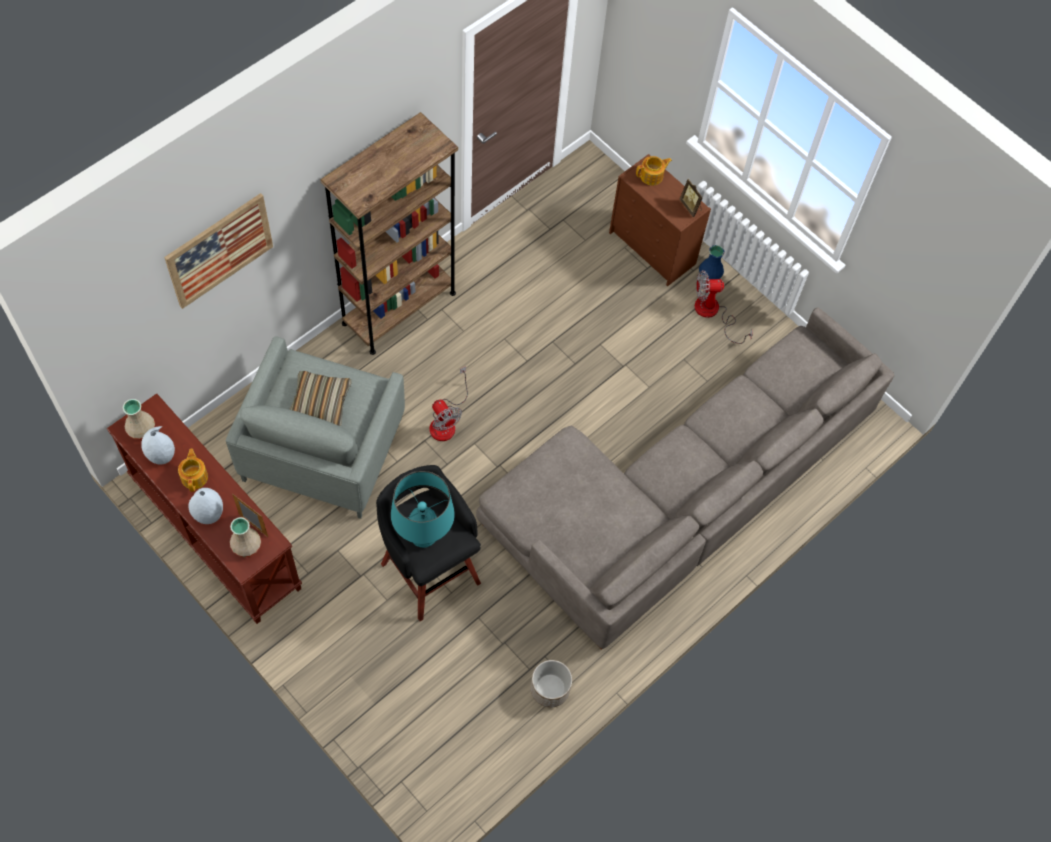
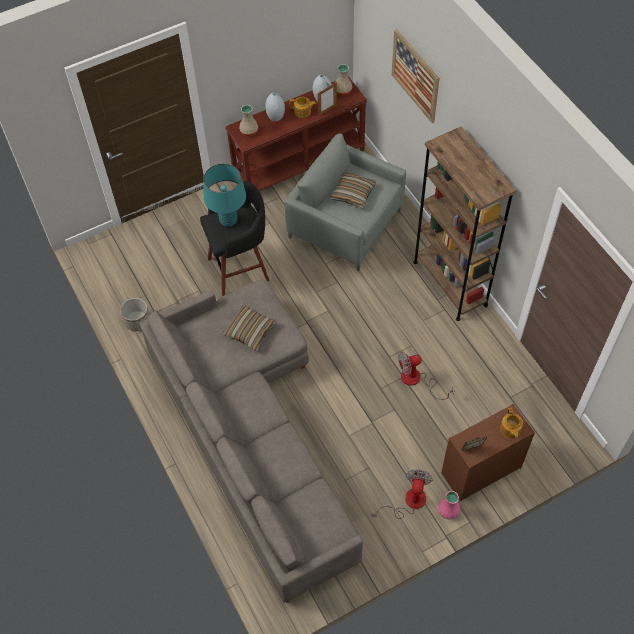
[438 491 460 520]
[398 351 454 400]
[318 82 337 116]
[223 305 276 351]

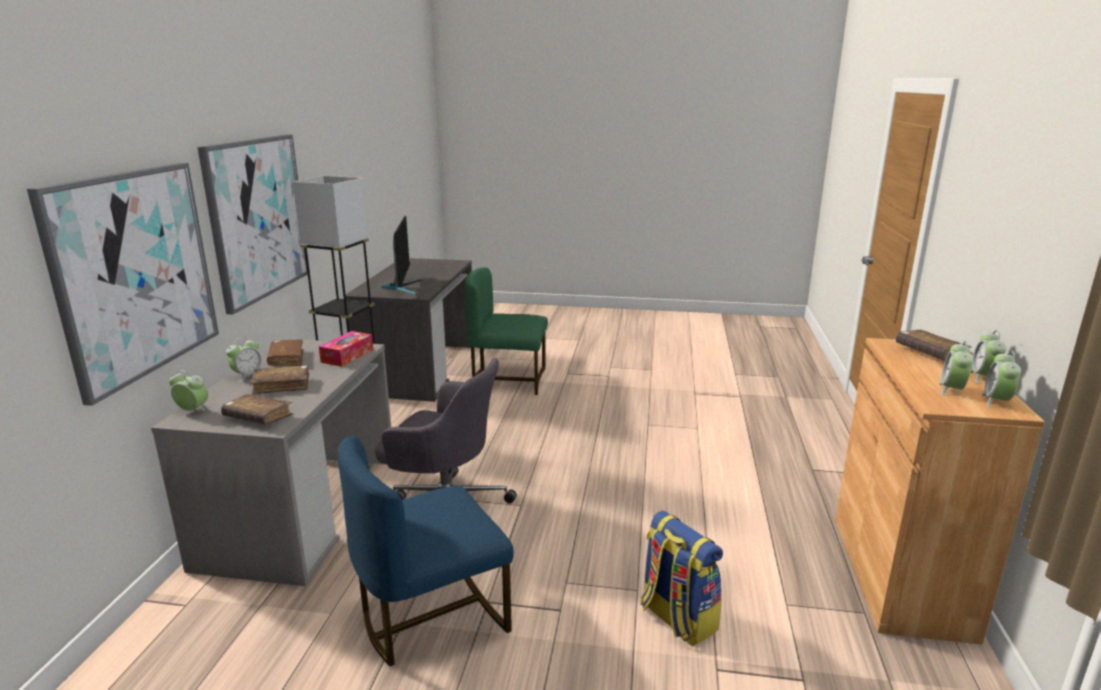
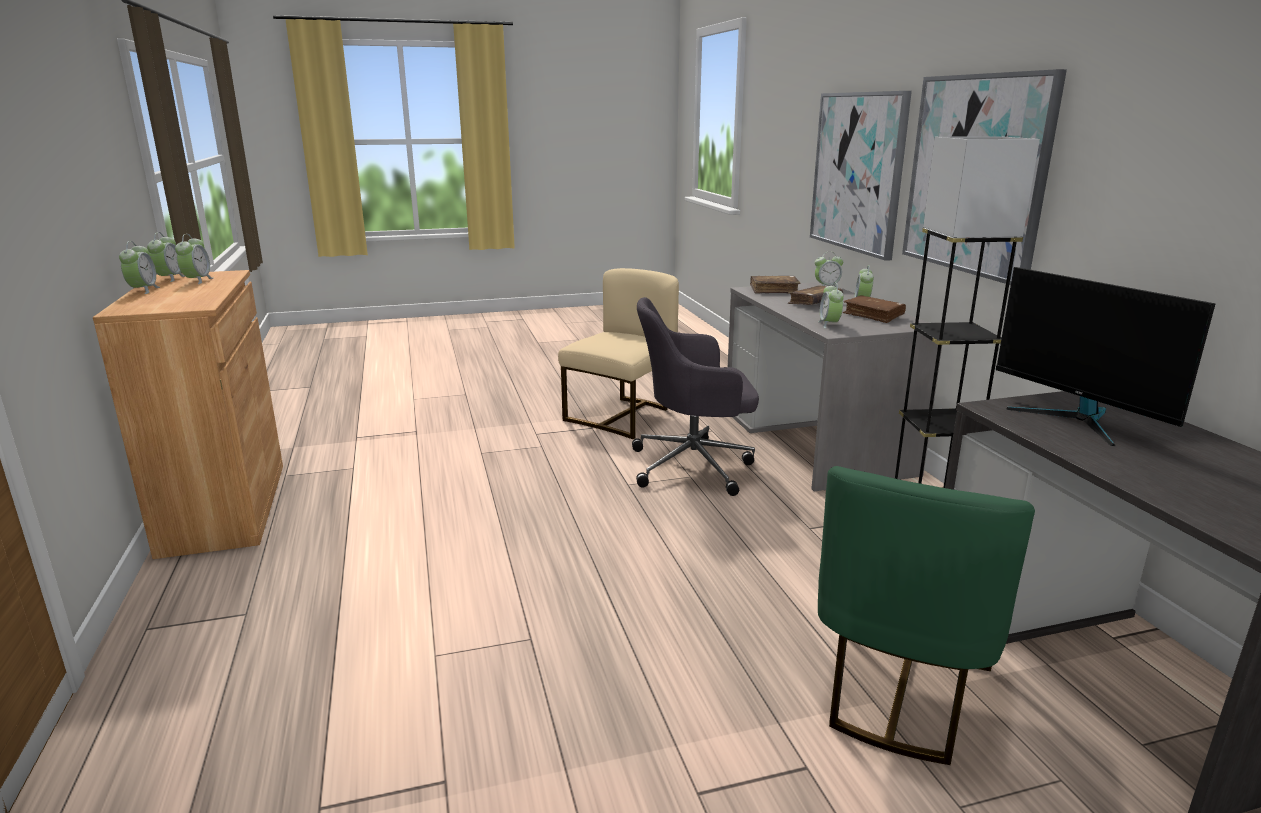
[818 466 1035 765]
[896 330 972 361] (first image)
[818 282 844 329]
[558 268 679 439]
[641 511 723 647] (first image)

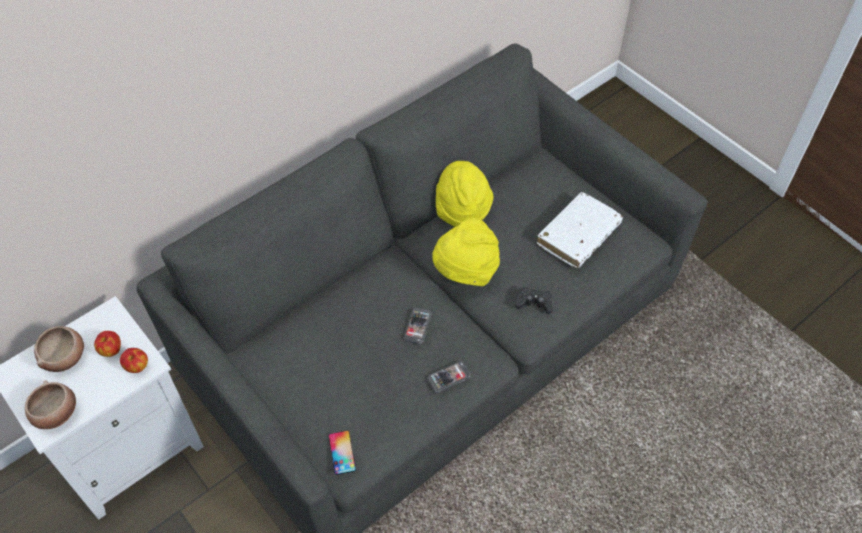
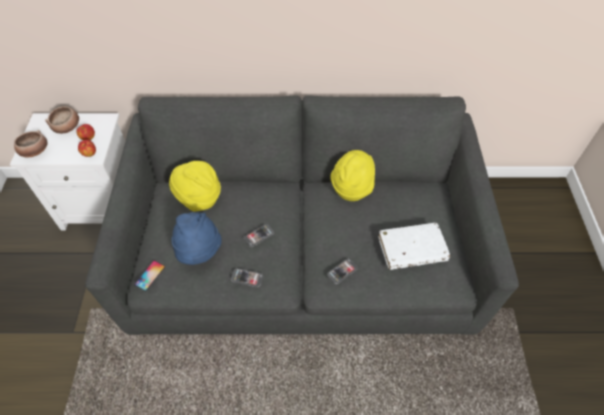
[169 161 221 212]
[327 259 358 285]
[172 212 222 265]

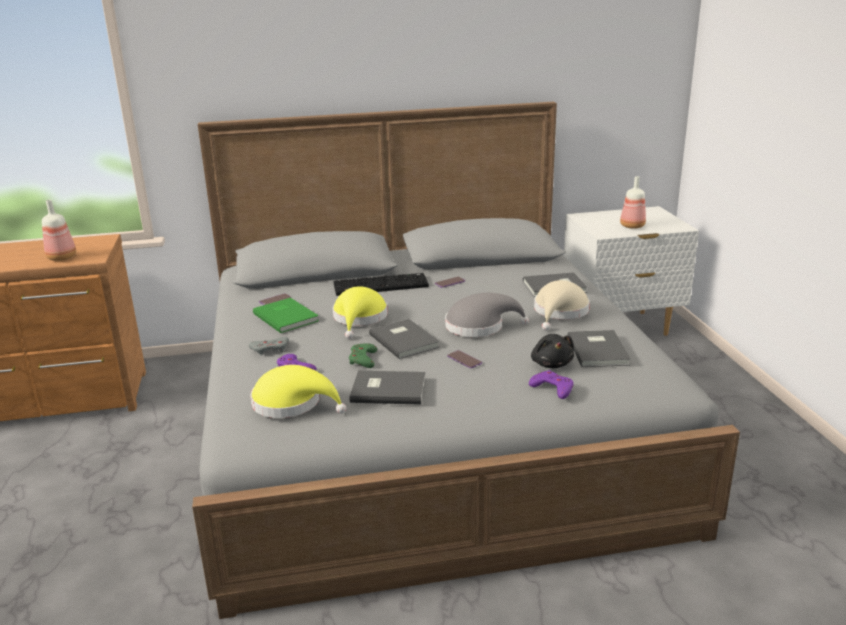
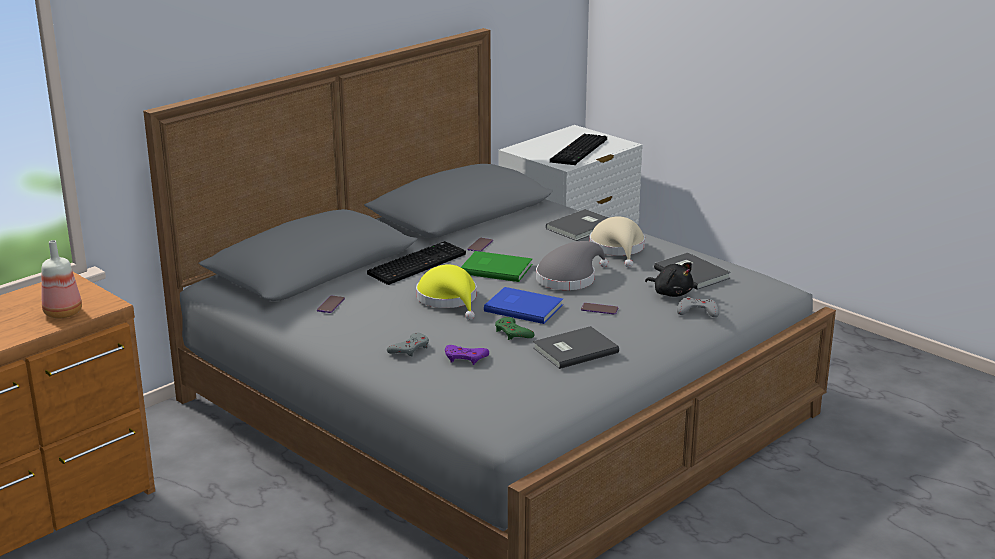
[550 134 607 165]
[461 251 532 282]
[484 287 563 324]
[250 365 346 418] (first image)
[677 297 719 317]

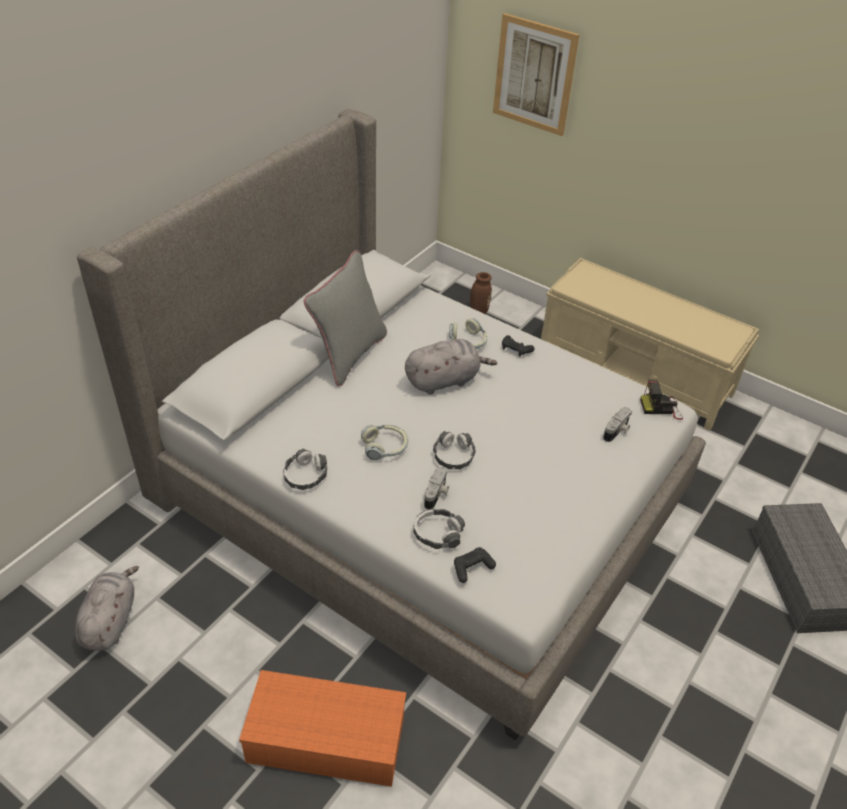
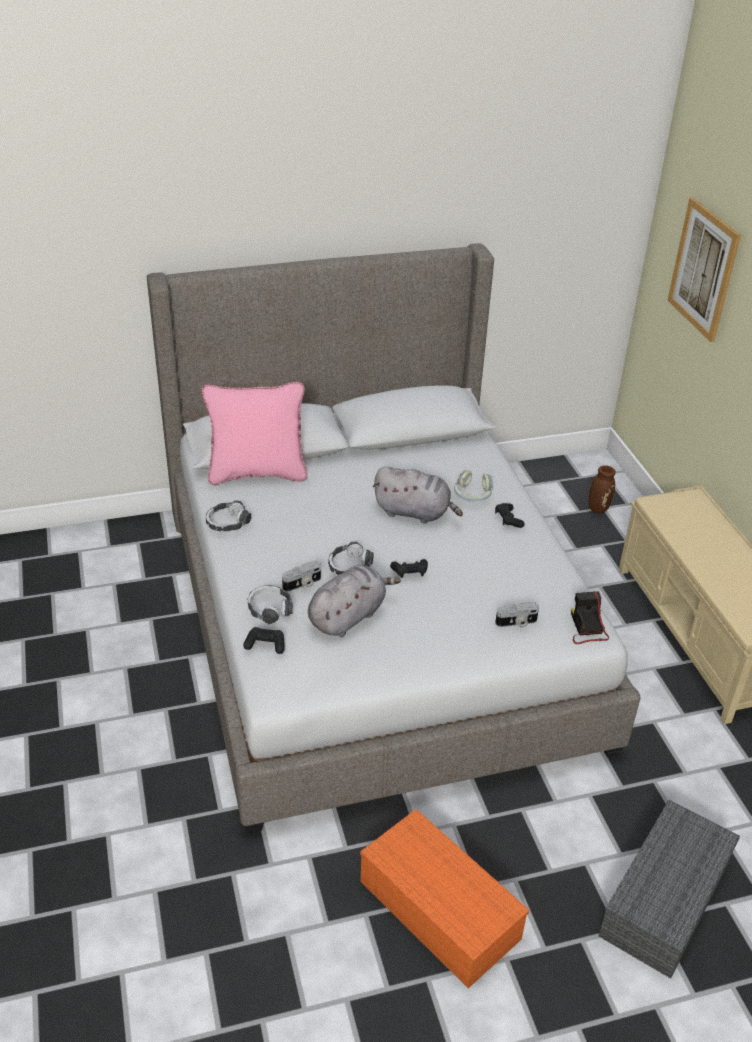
[304 250 387 386] (first image)
[571 591 609 644]
[361 425 408 460] (first image)
[308 565 401 637]
[360 809 529 989]
[202 382 308 485]
[390 559 428 578]

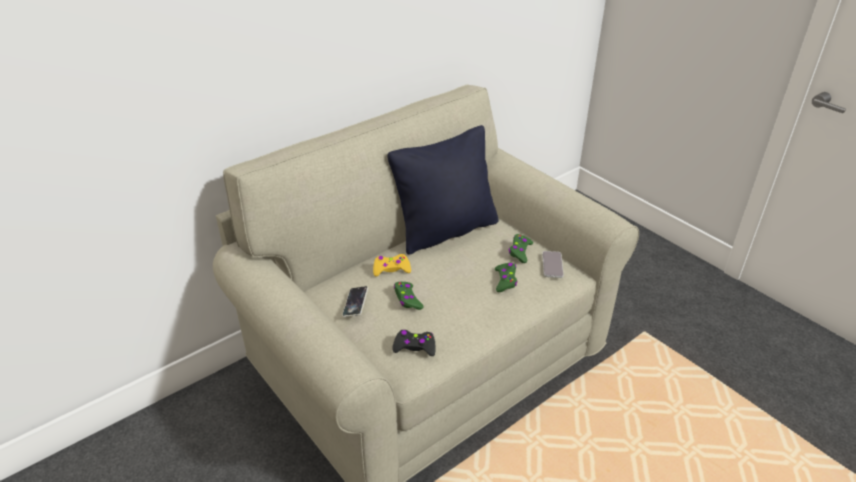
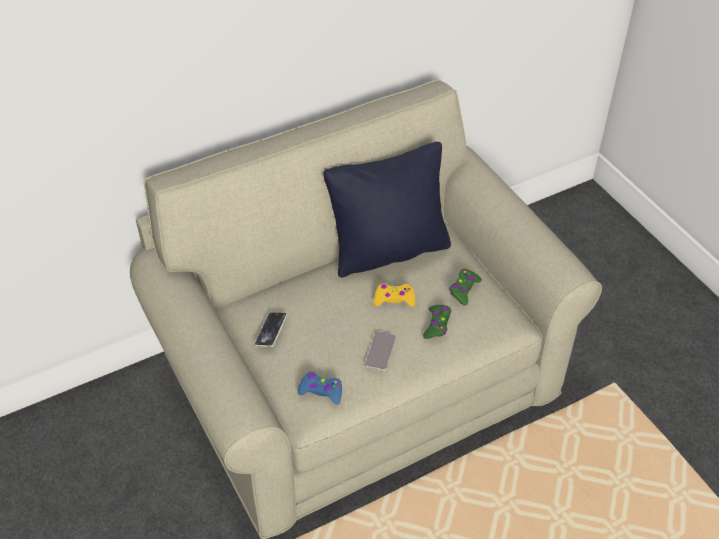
[365 331 396 371]
[374 283 415 307]
[394 282 423 310] (first image)
[297 372 342 405]

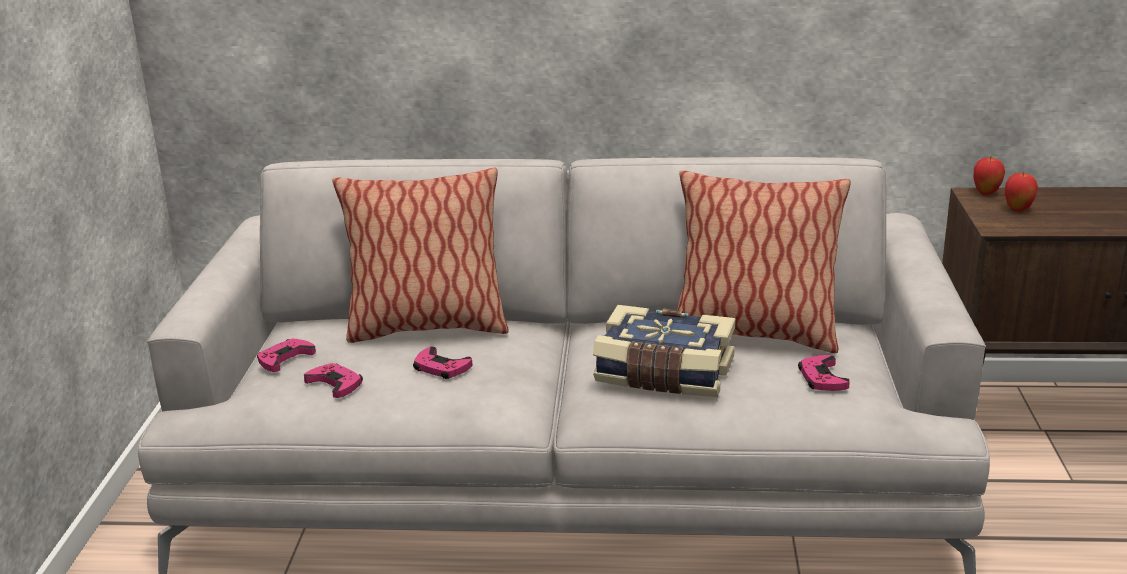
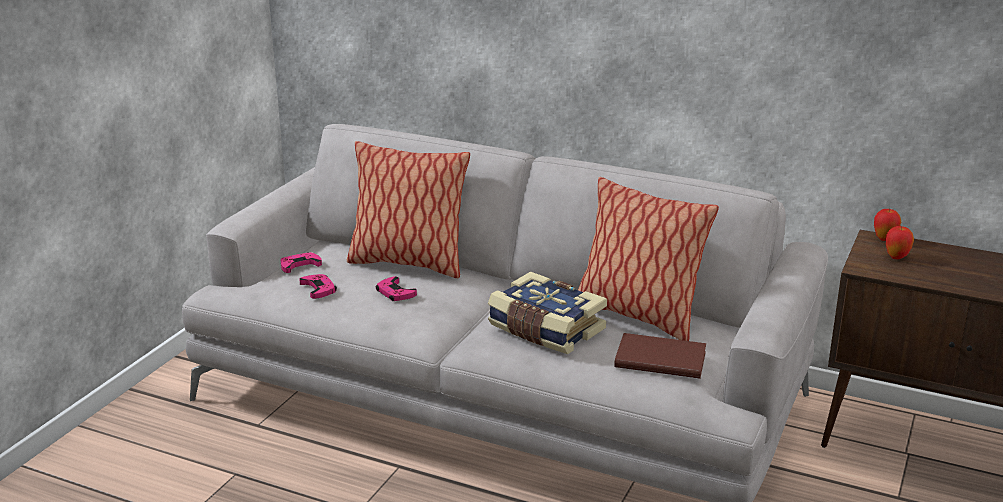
[614 333 706 379]

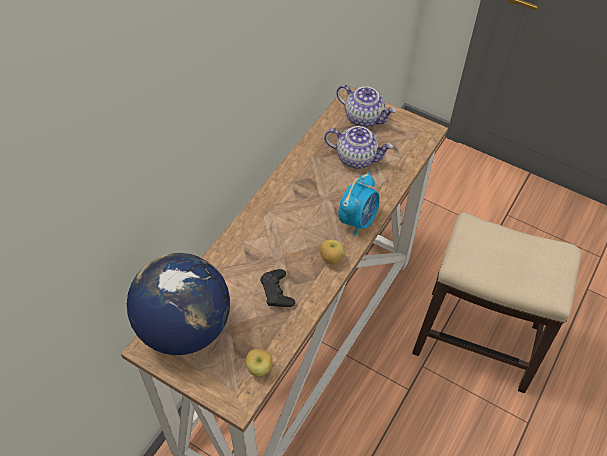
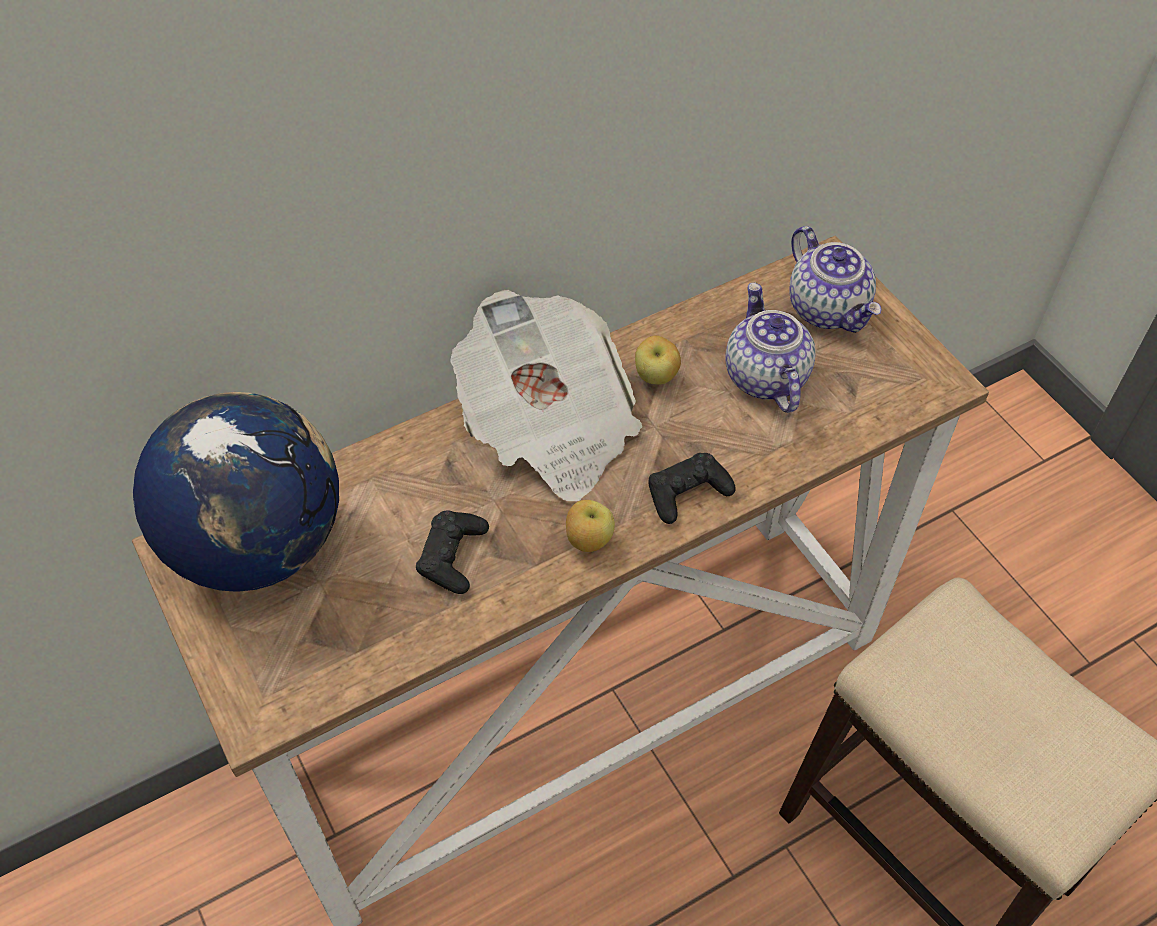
[726 283 816 413]
[648 453 736 524]
[635 336 681 384]
[450 290 642 501]

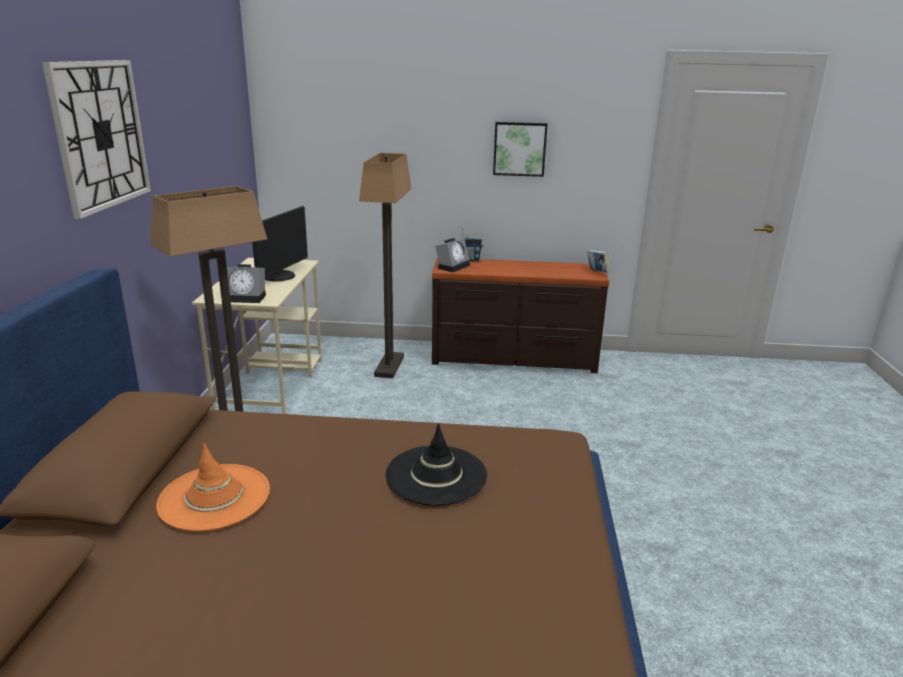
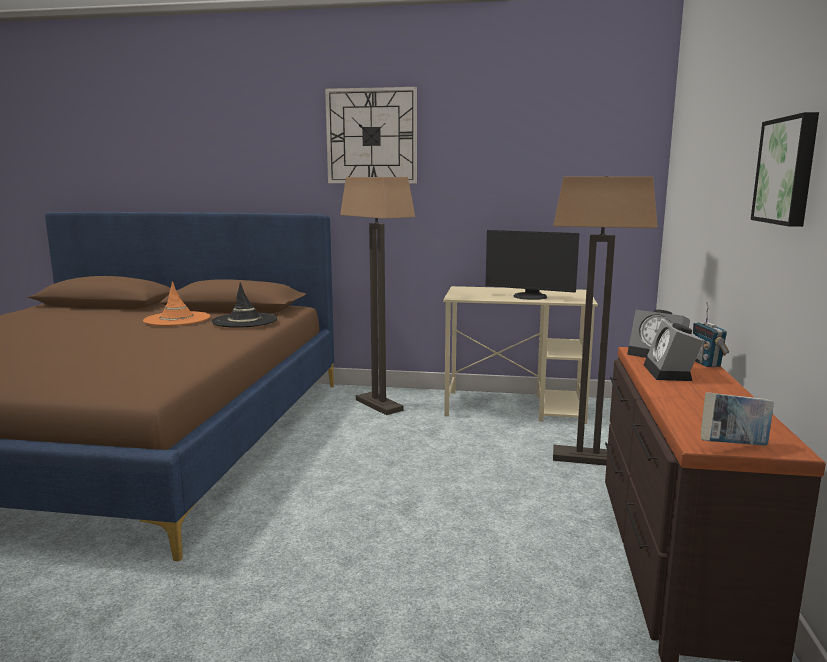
[644 320 703 381]
[211 282 277 328]

